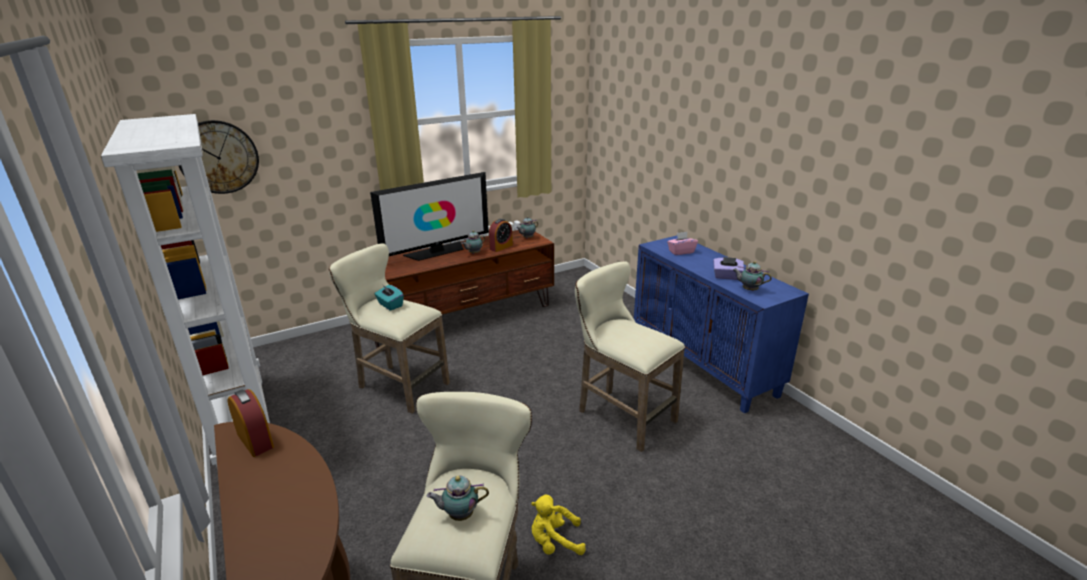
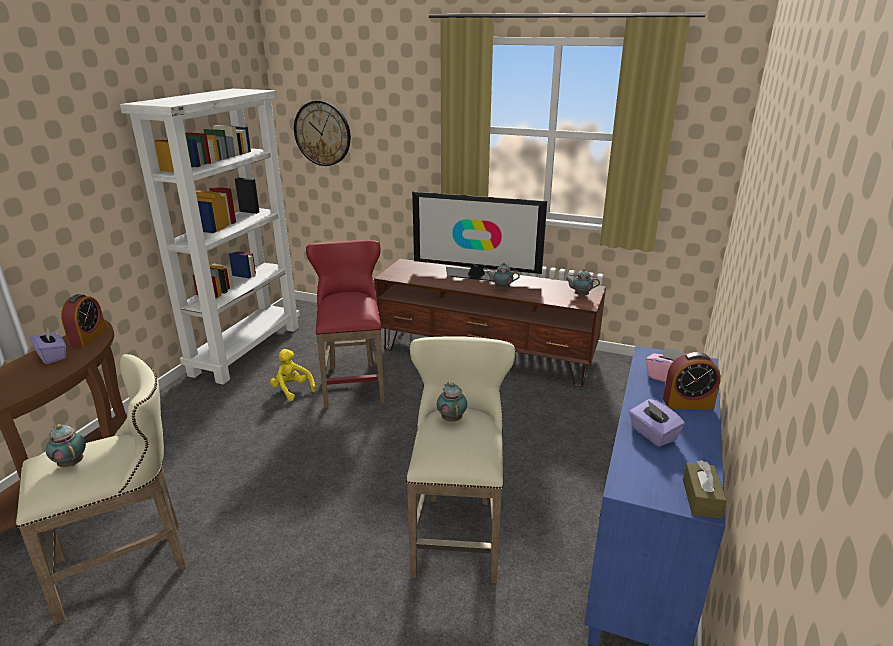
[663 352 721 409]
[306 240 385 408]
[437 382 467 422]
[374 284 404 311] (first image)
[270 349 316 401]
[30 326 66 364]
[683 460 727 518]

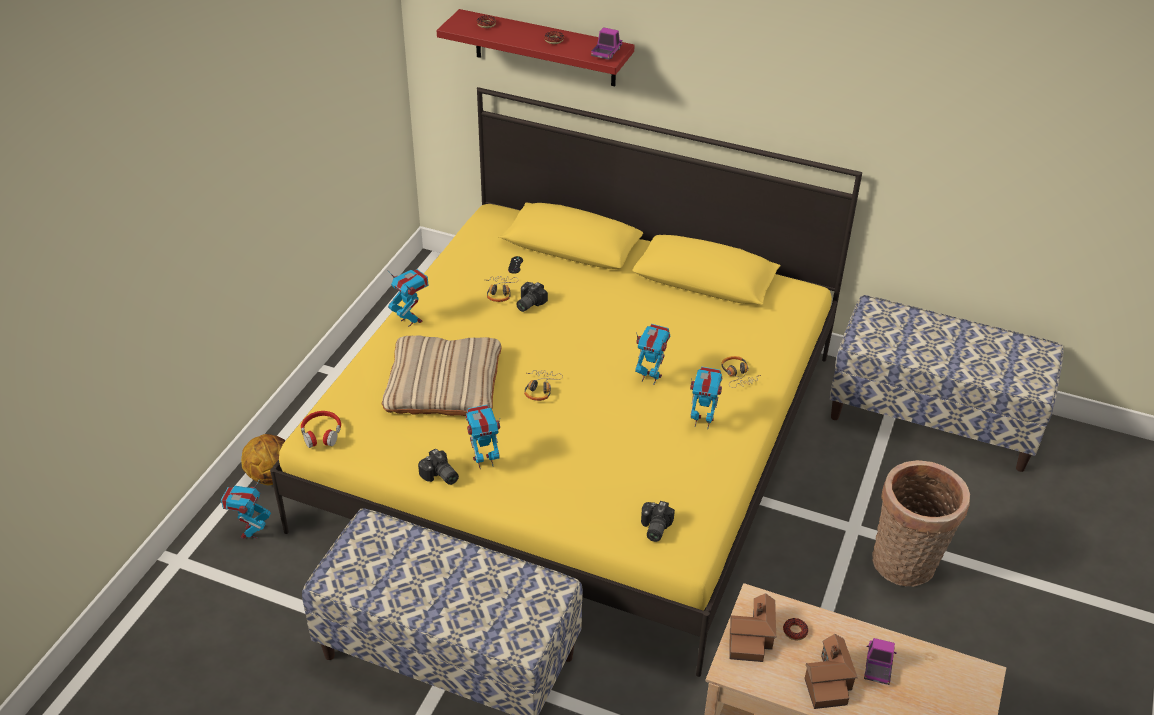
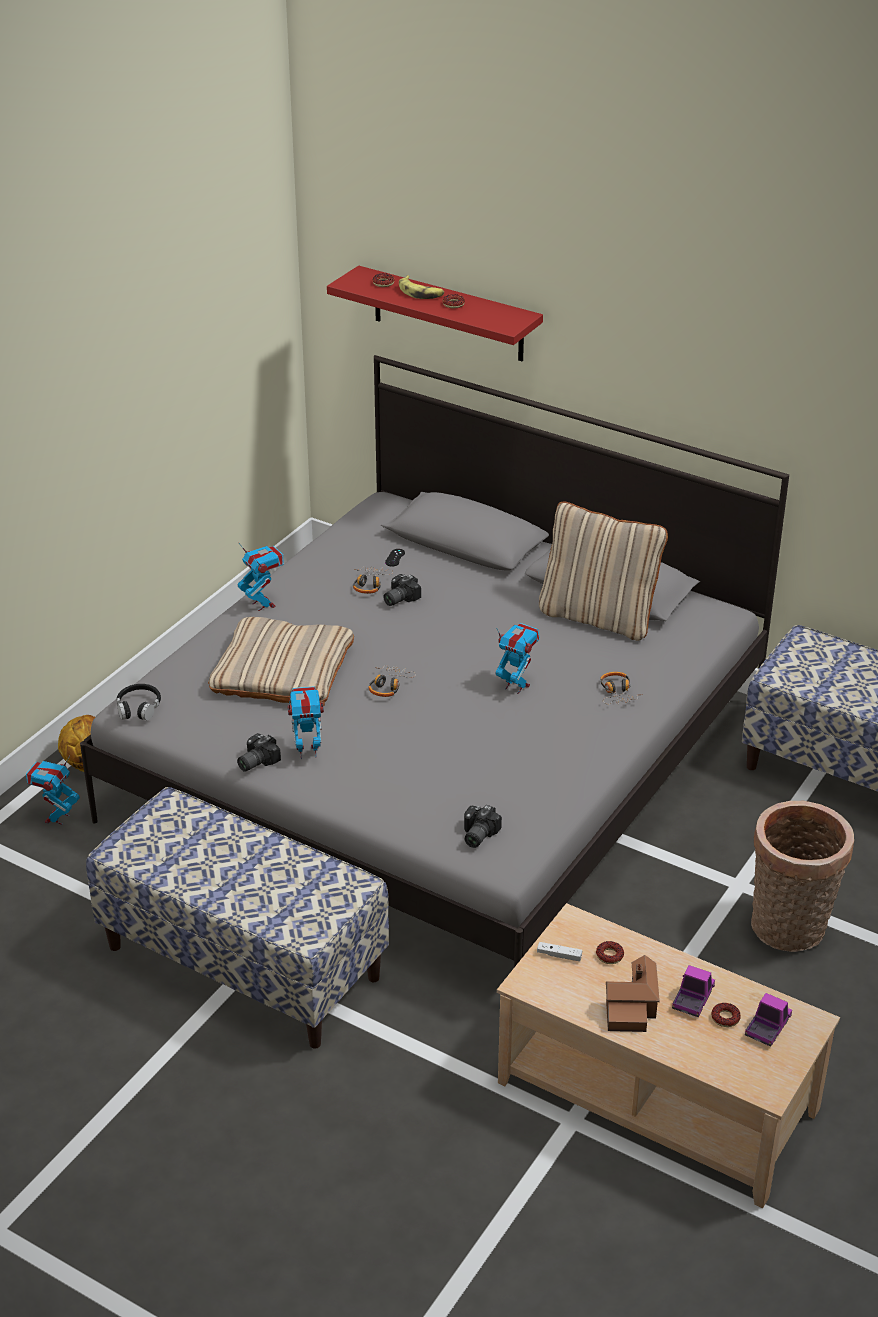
[745 993 792 1047]
[80 355 789 967]
[690 367 722 429] (first image)
[117 684 161 721]
[237 733 281 772]
[537 942 582 961]
[399 275 444 299]
[539 502 668 641]
[711 1003 741 1027]

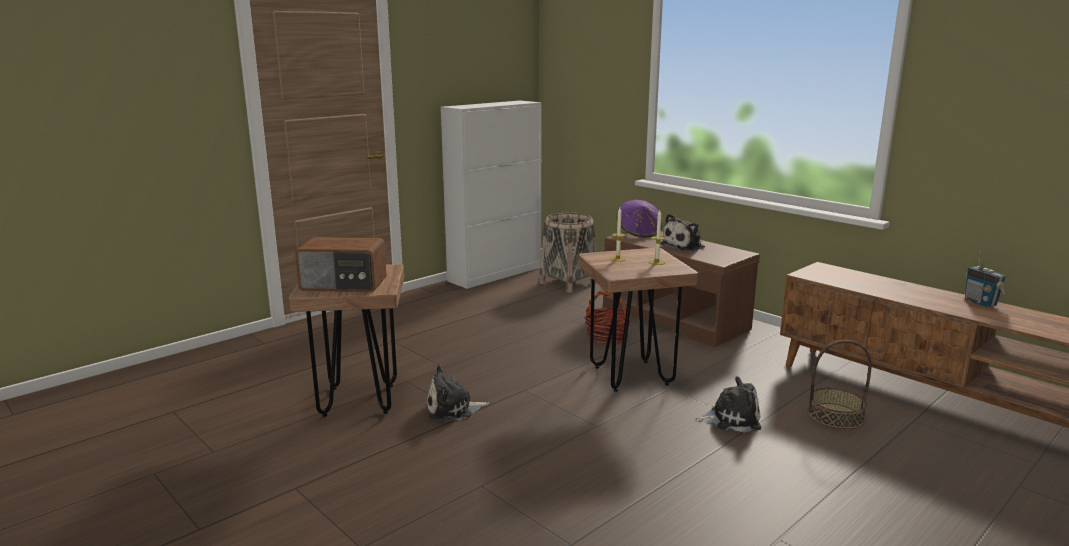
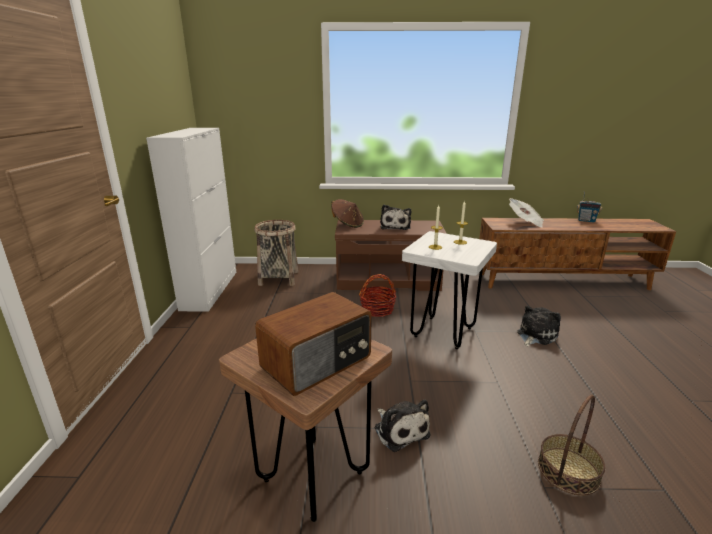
[331 199 364 228]
[402 231 497 349]
[538 395 605 496]
[374 399 431 452]
[509 198 544 228]

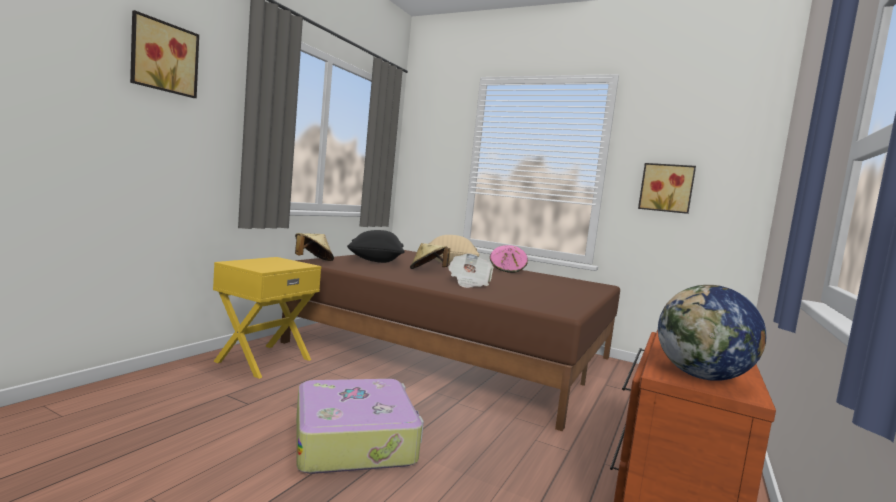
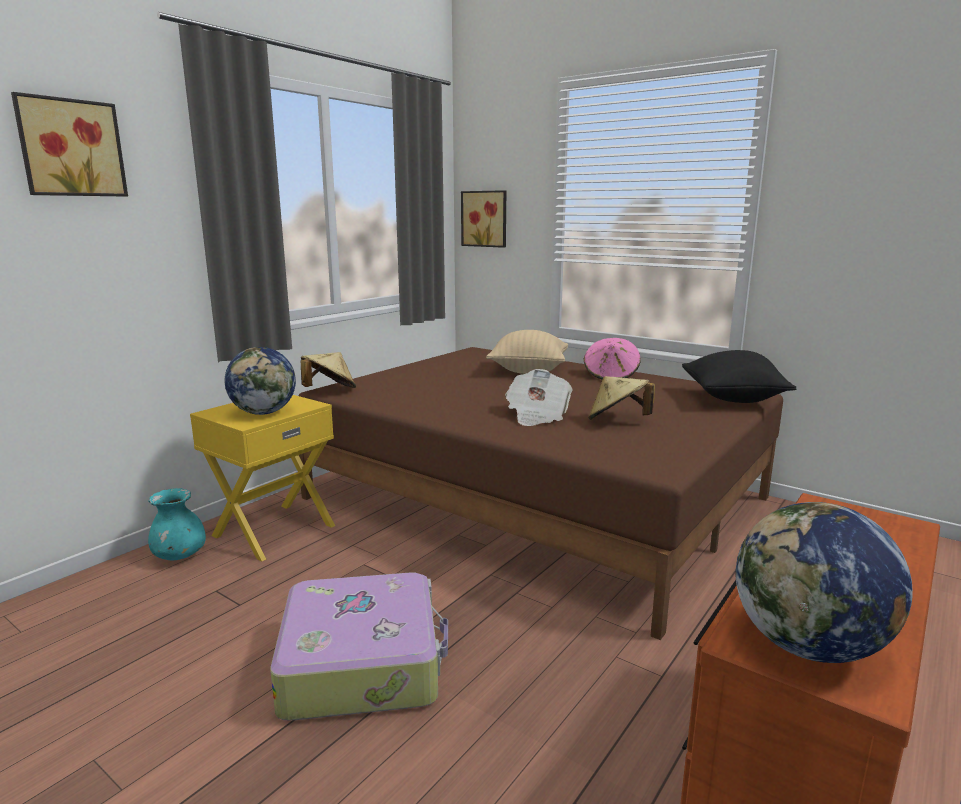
[461 190 506 248]
[682 350 797 403]
[588 376 655 420]
[225 347 296 415]
[148 488 206 560]

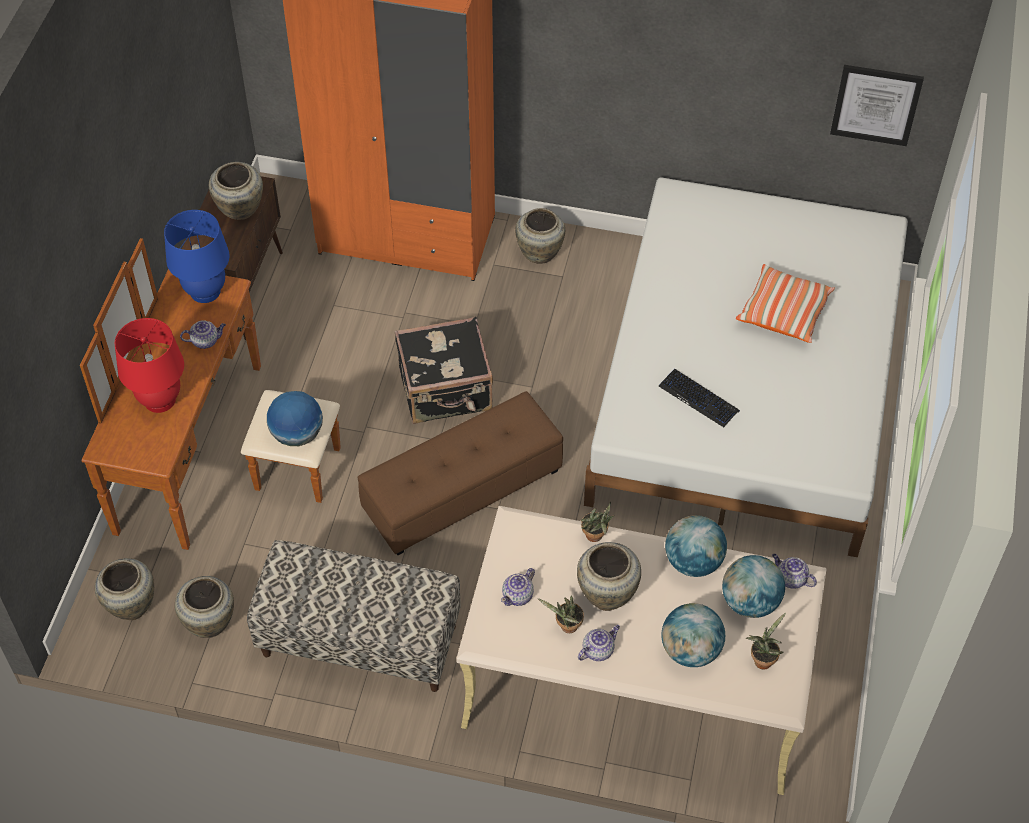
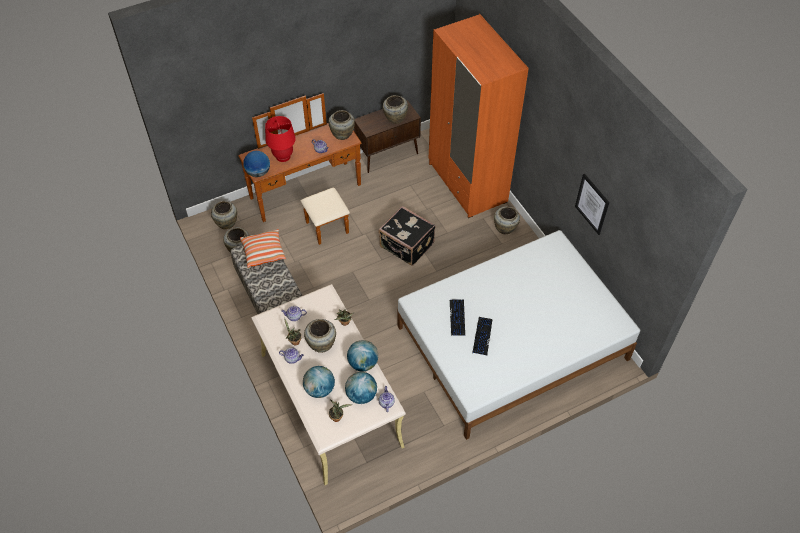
[575 174 610 235]
[328 110 355 140]
[240 229 286 268]
[243 151 270 177]
[357 391 563 555] (first image)
[472 317 493 356]

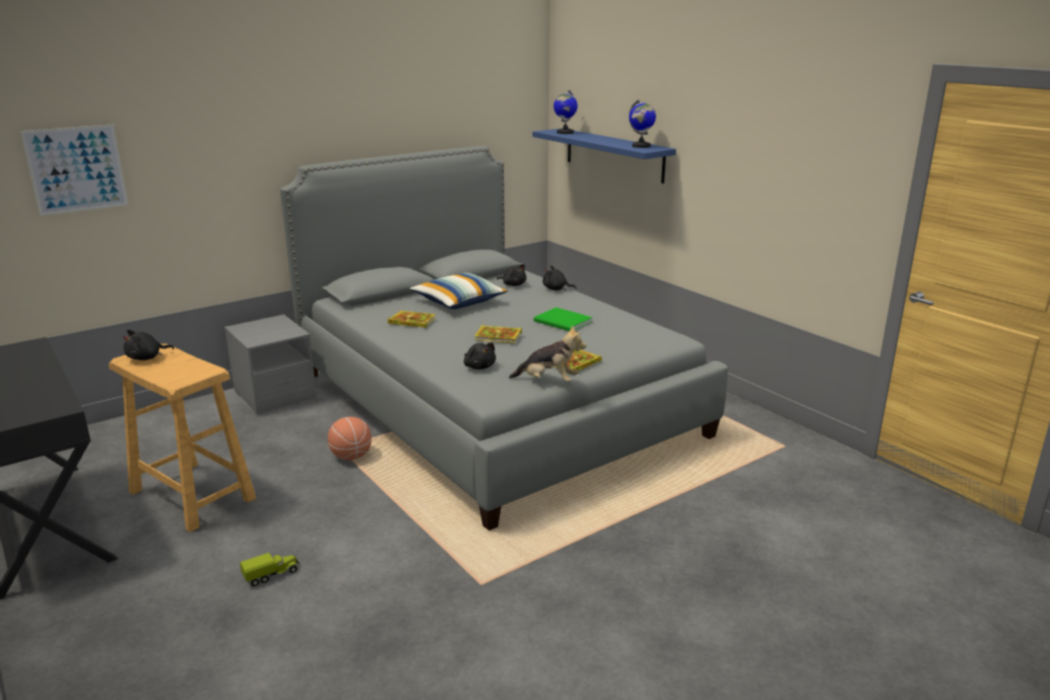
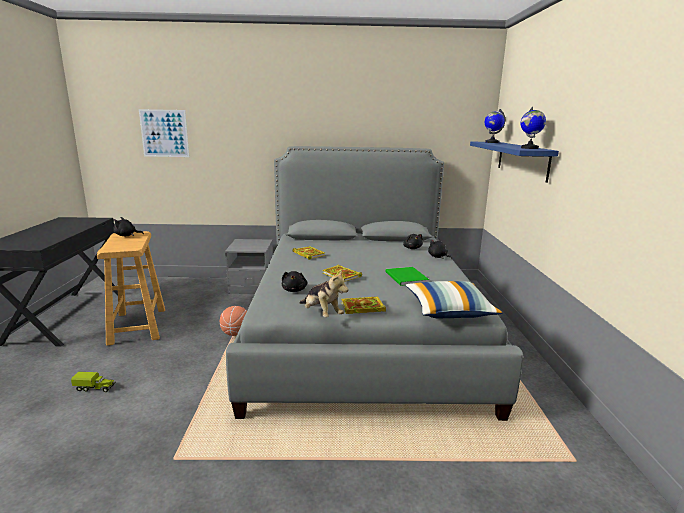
[405 281 503 319]

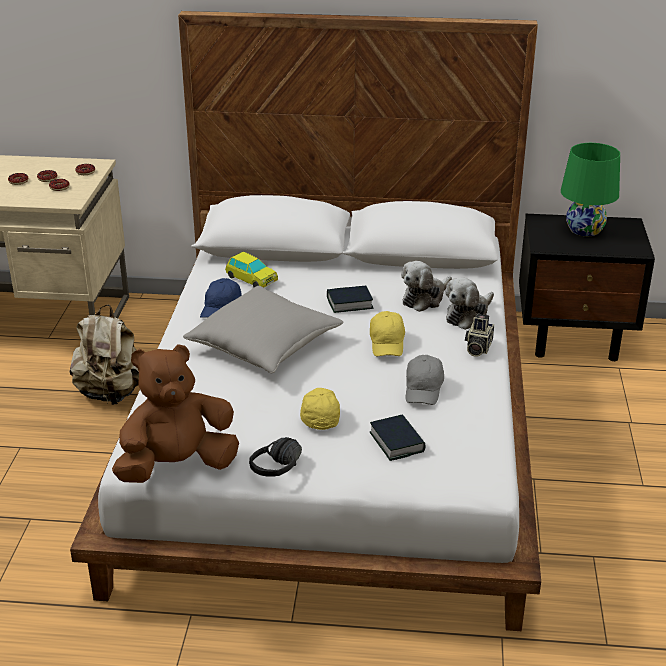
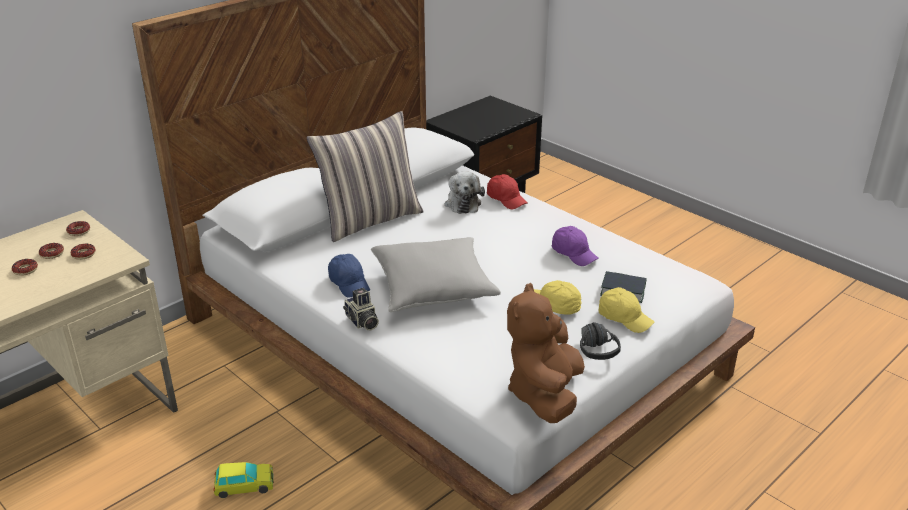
[561 143 620 236] (first image)
[213 462 274 498]
[487 174 528 209]
[327 286 374 313] (first image)
[70 305 139 405] (first image)
[599 287 654 333]
[343 288 379 330]
[552 226 599 266]
[306 111 424 242]

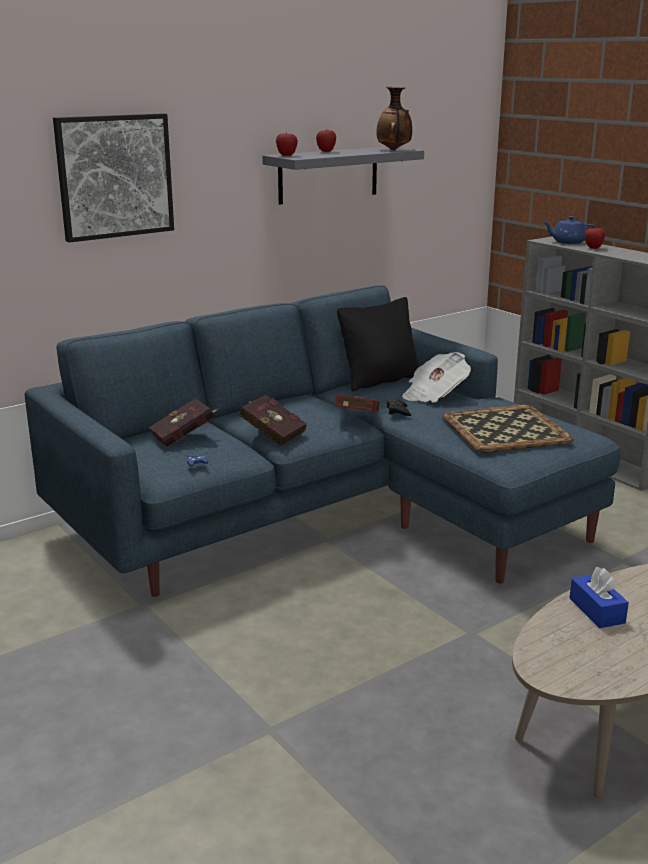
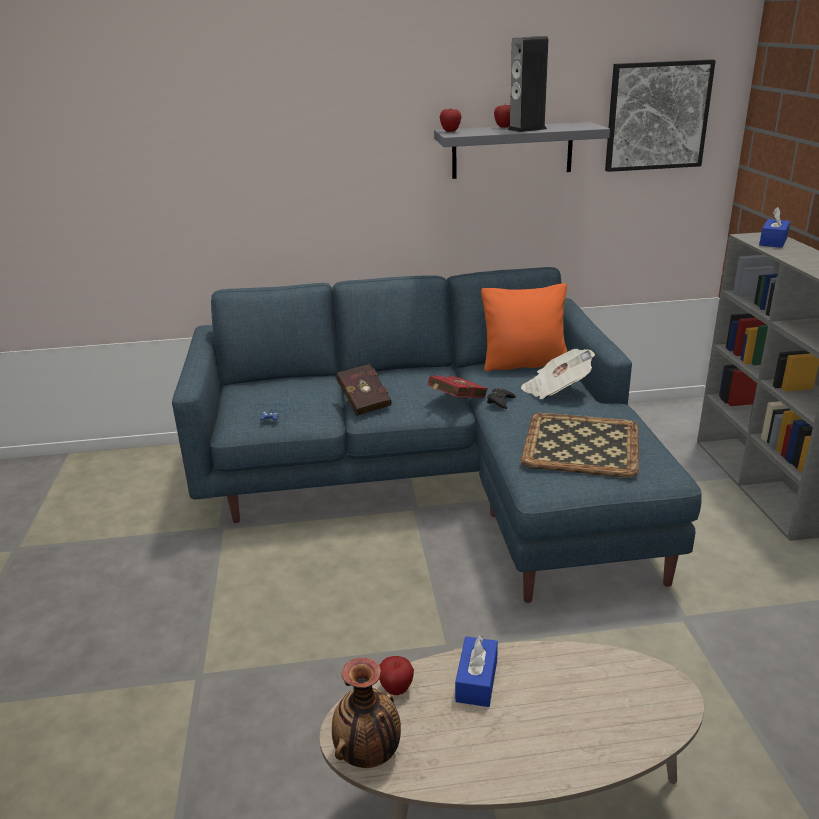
[332 658 401 768]
[605 59 716 172]
[759 207 790 248]
[379 656 414 695]
[481 283 567 371]
[149 398 217 447] (first image)
[507 36 548 132]

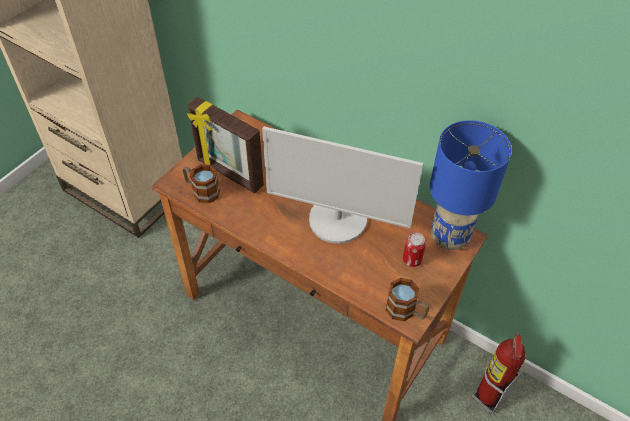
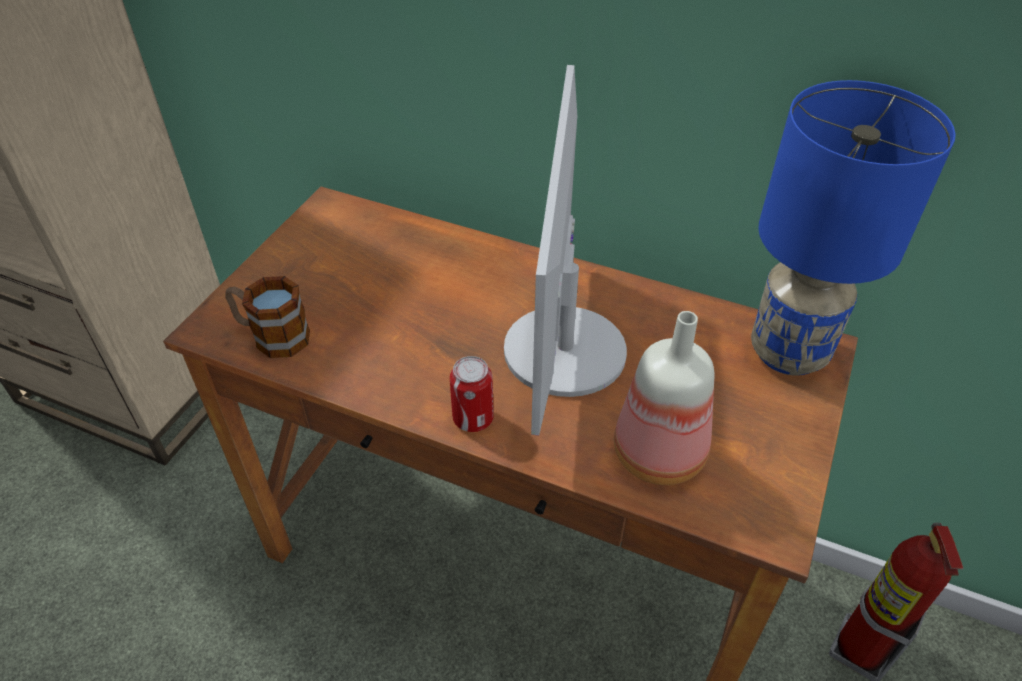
[187 96 264 194] (first image)
[504 65 627 435]
[450 356 494 432]
[386 278 429 321] (first image)
[614 311 714 485]

